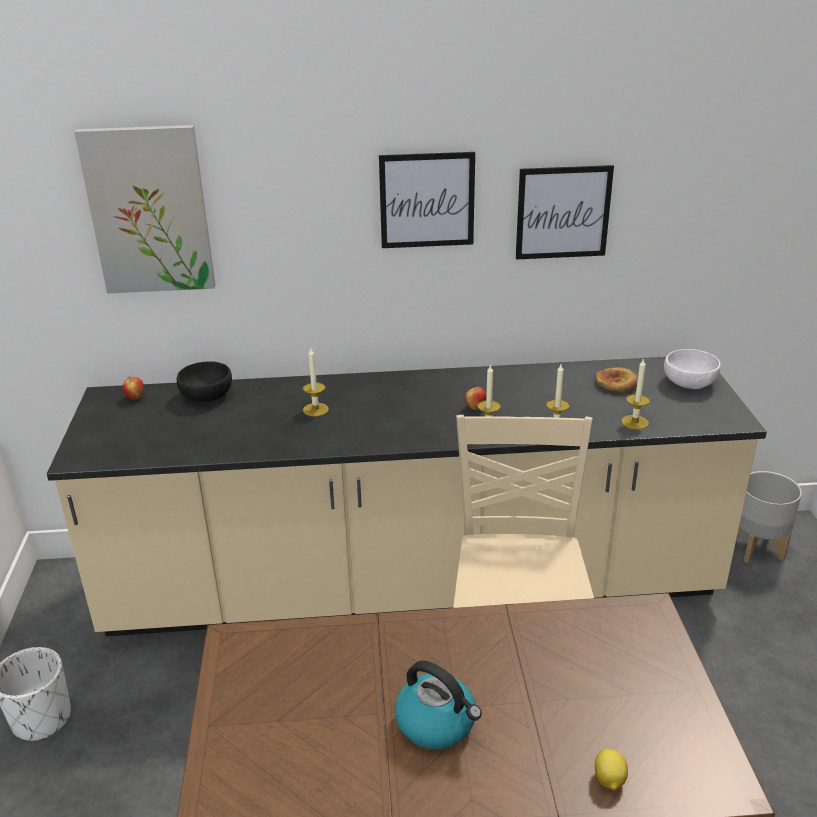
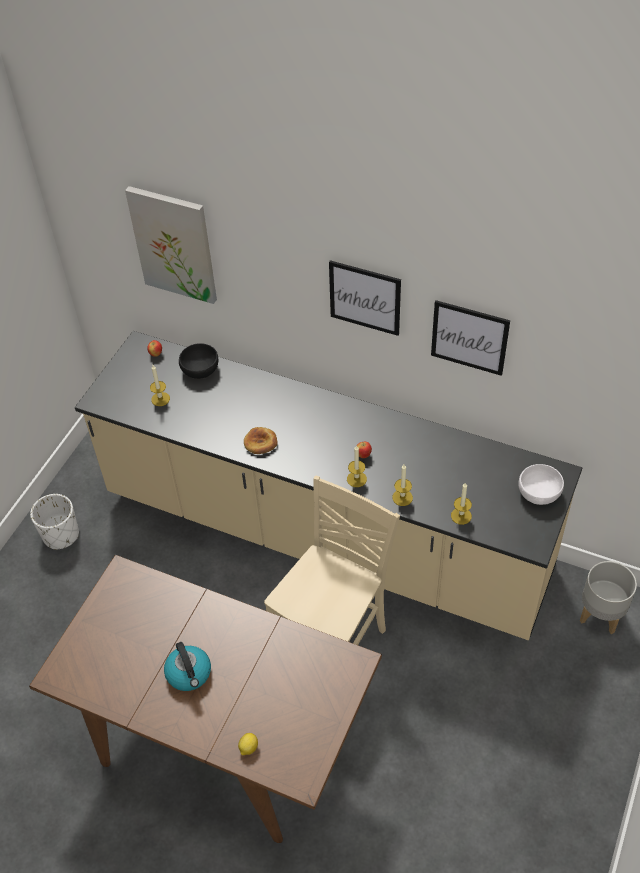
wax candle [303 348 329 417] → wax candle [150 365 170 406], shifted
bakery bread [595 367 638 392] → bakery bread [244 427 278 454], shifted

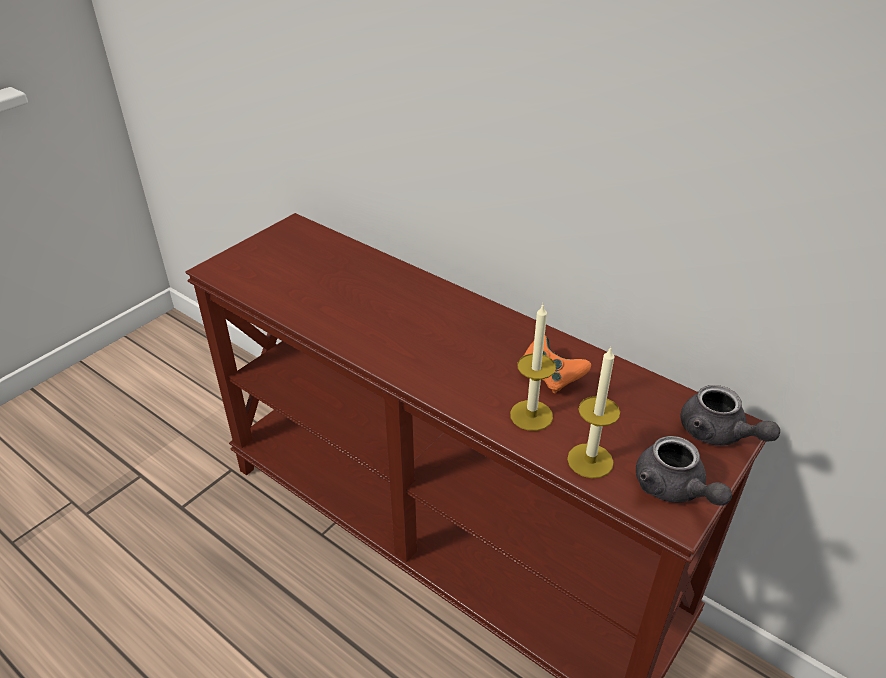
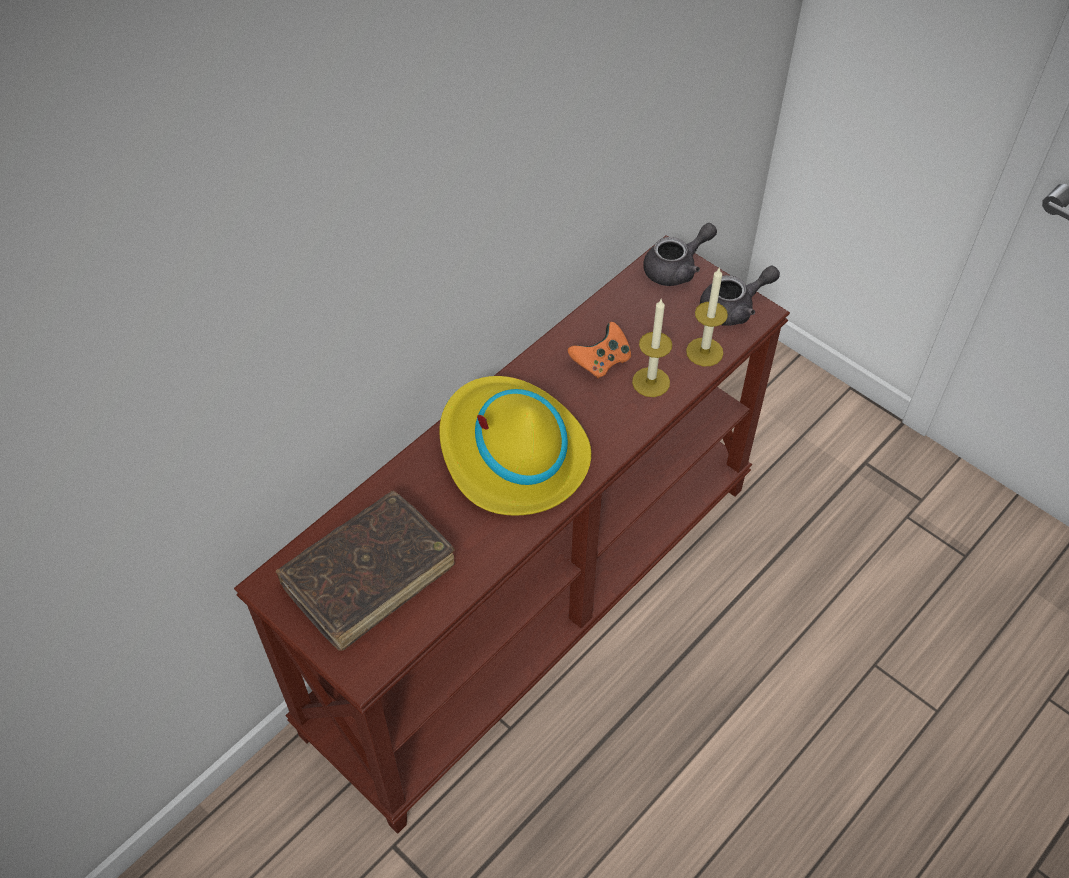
- → hat/yellowish [439 376 591 516]
- → book/brown [276 491 455 651]

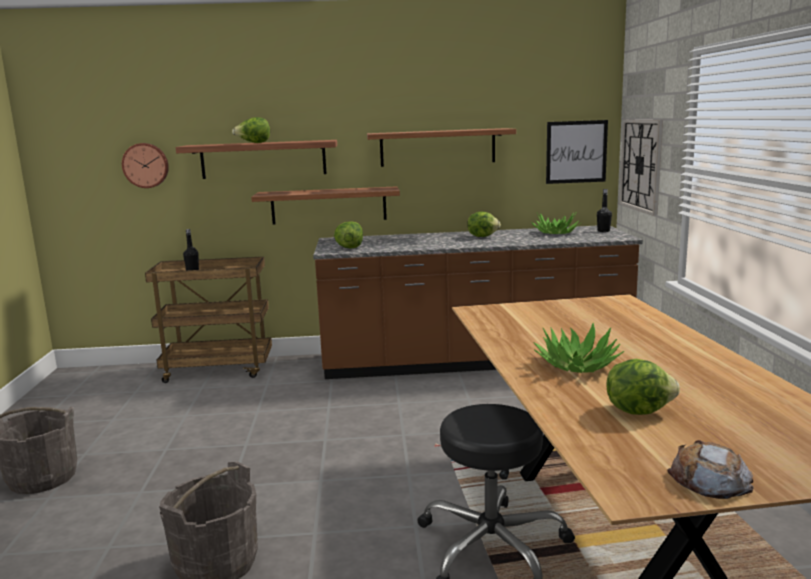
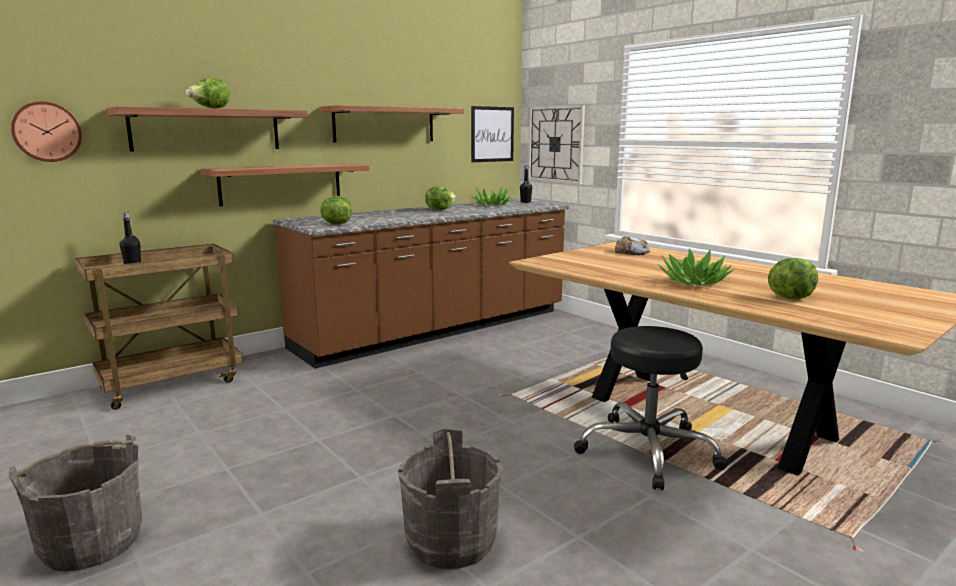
bakery bread [667 440 754 499] → bakery bread [615 236 650 255], shifted

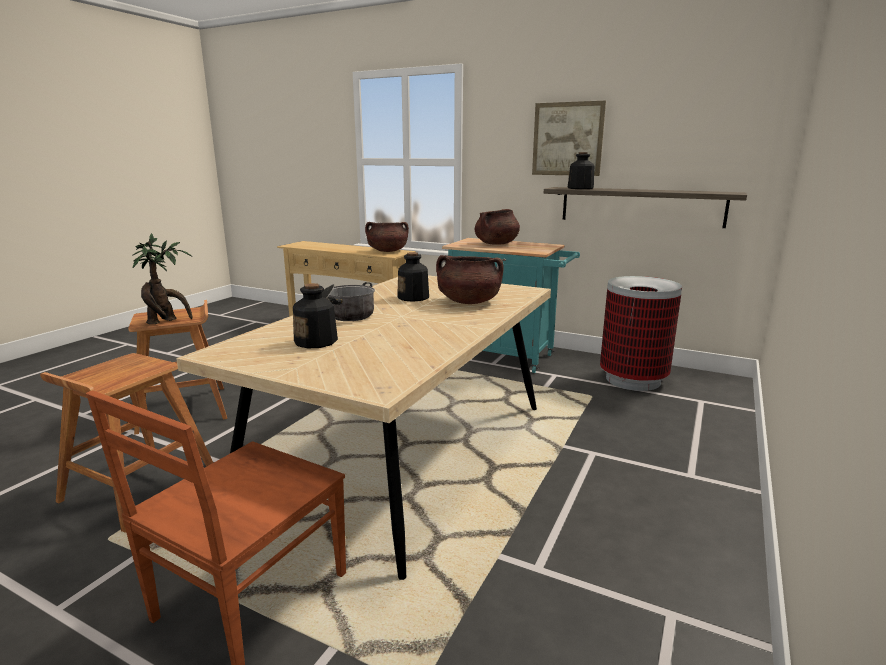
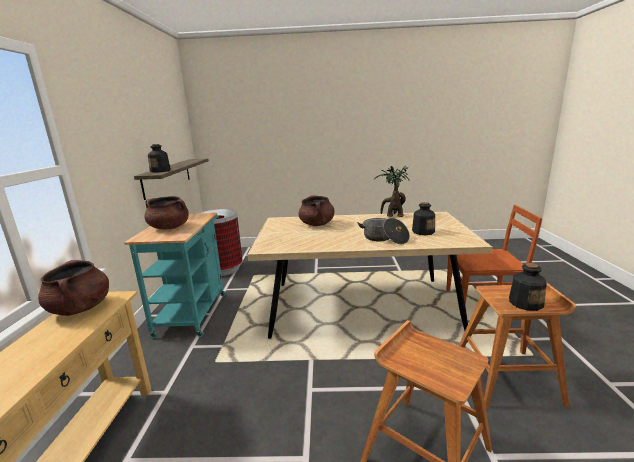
wall picture [532 101 606 176] → -
potted plant [132 233 193 324] → potted plant [375 166 410 217], shifted
beverage bottle [397 252 429 302] → beverage bottle [509 263 547 311], shifted

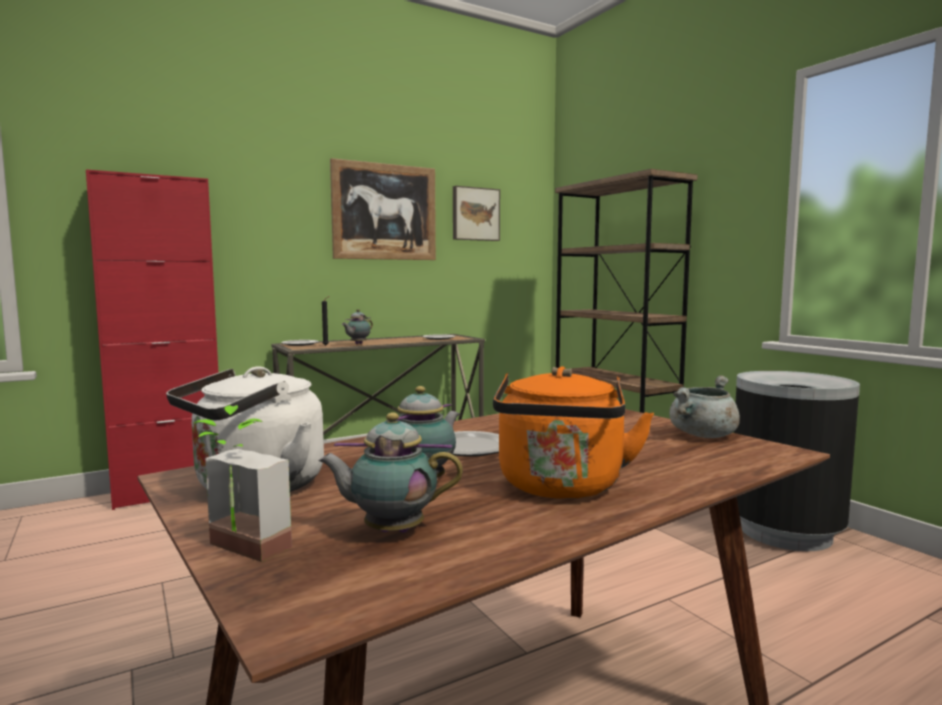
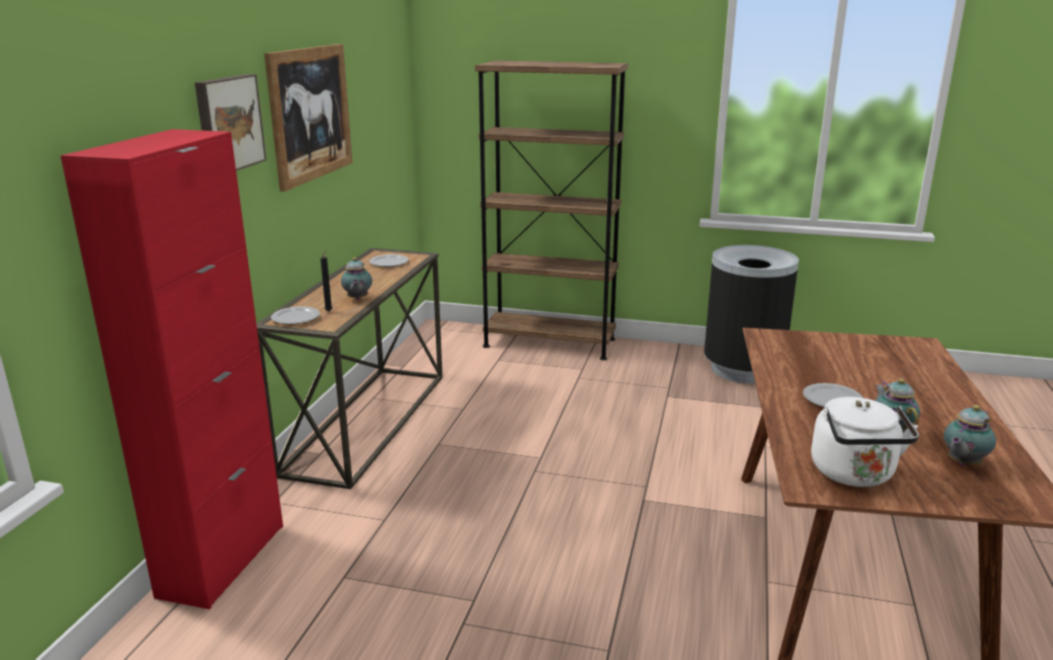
wall picture [453 186 500 241] → wall picture [195 74 266 171], shifted
water kettle/orange-coloured [493 366 654 499] → -
saucepot/grey [669 375 740 438] → -
potted plant [194 405 292 562] → -

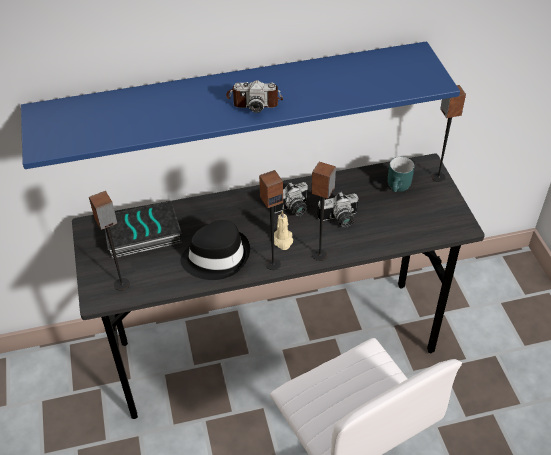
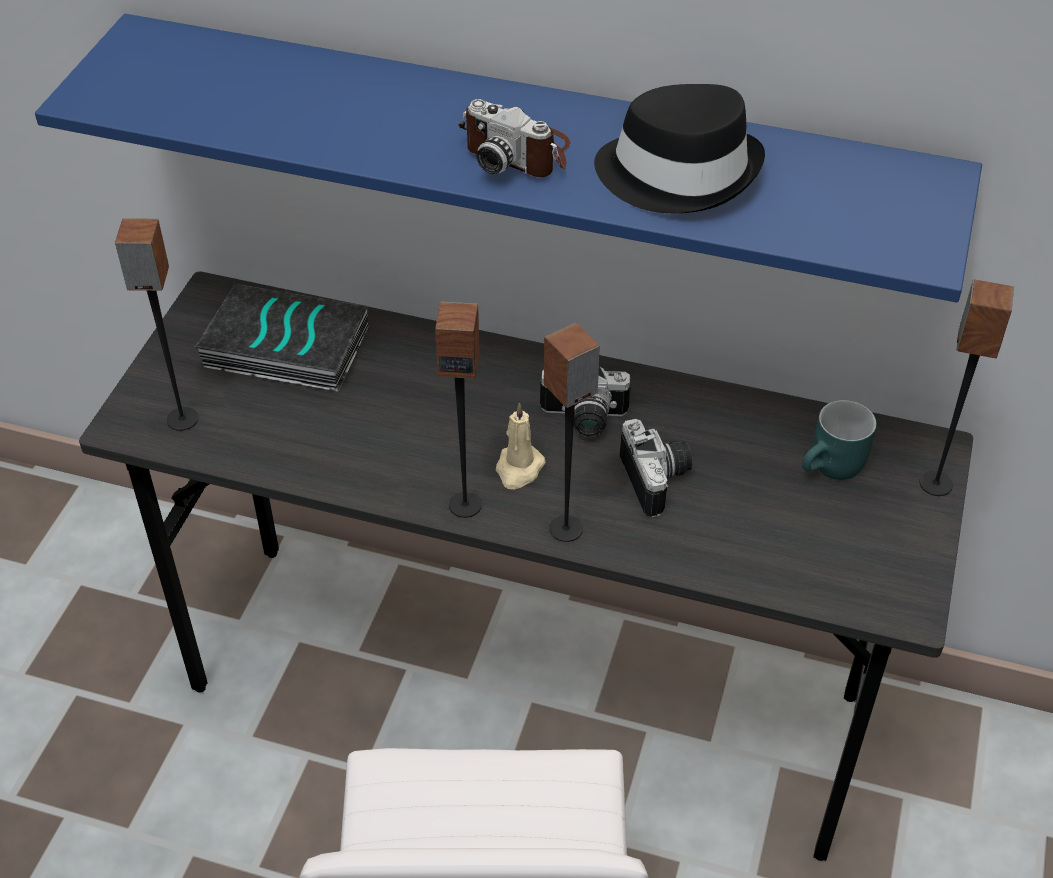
still camera [317 192 358 227] → still camera [620 419 692 518], 120 degrees counterclockwise
hat/black-coloured [180 220 250 280] → hat/black-coloured [594 84 765 213], shifted

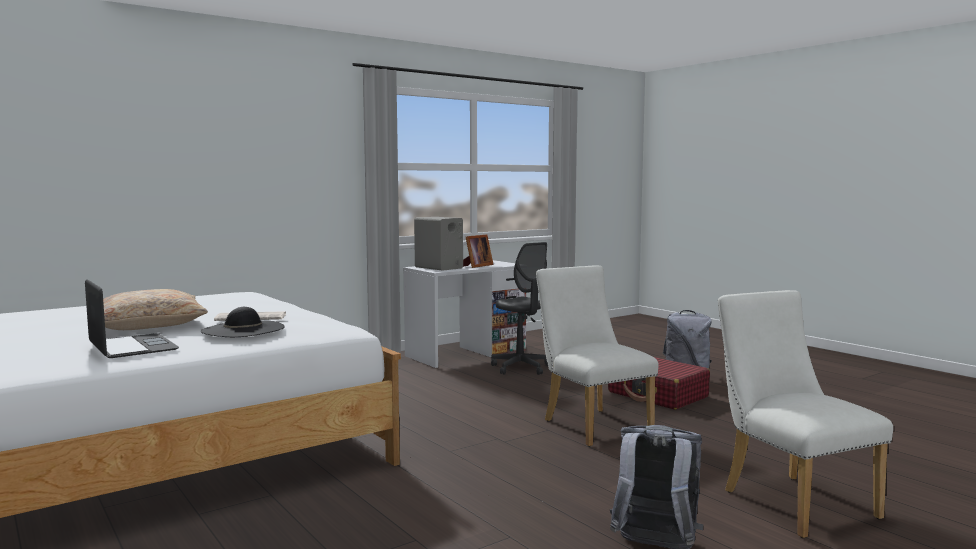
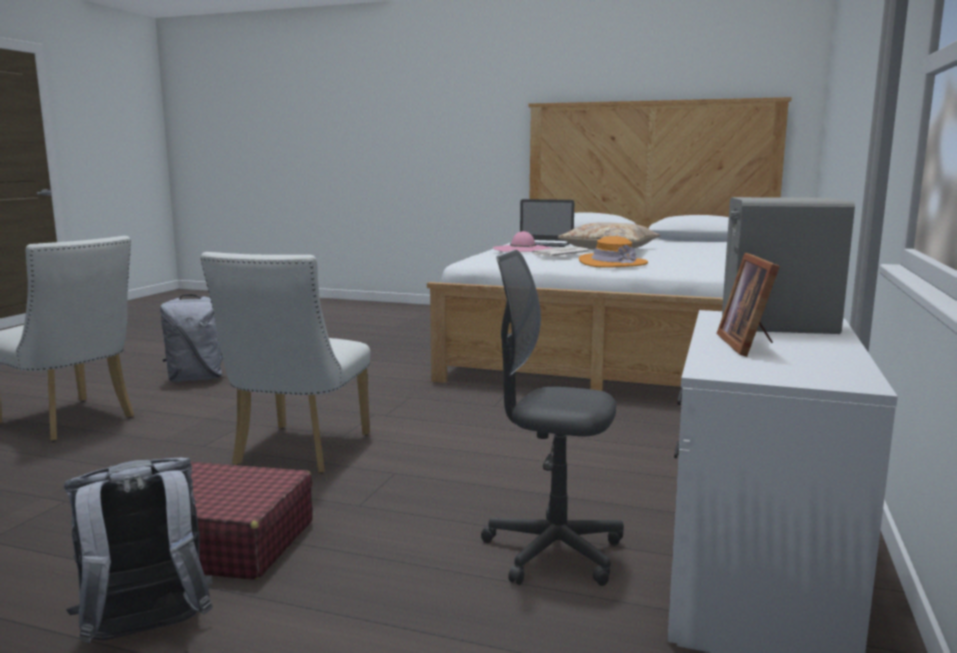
upright chair/white-coloured [536 266 659 447] → upright chair/white-coloured [201 252 370 473], 75 degrees clockwise
hat/black-coloured [201 307 284 337] → hat/pinkish [493 231 552 252]
- → hat/orange-coloured [579 236 648 268]

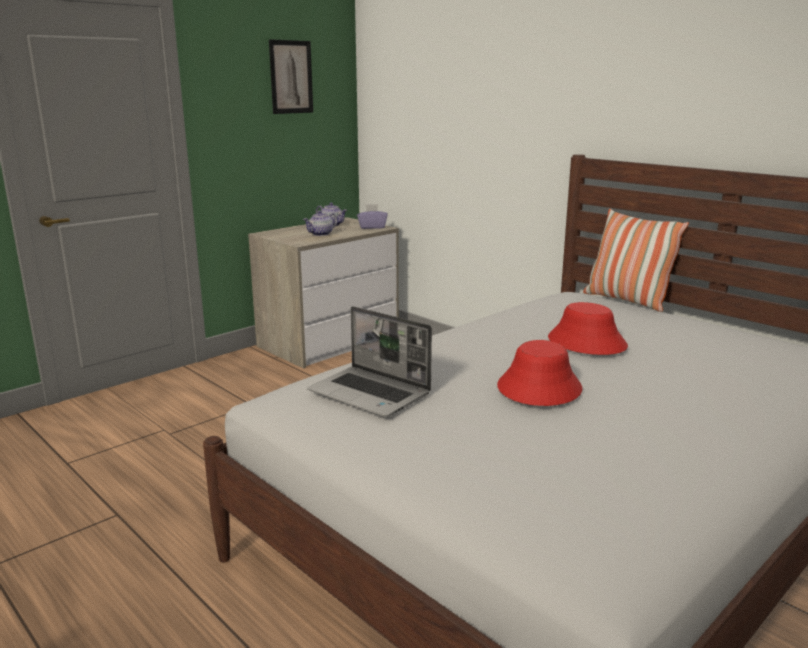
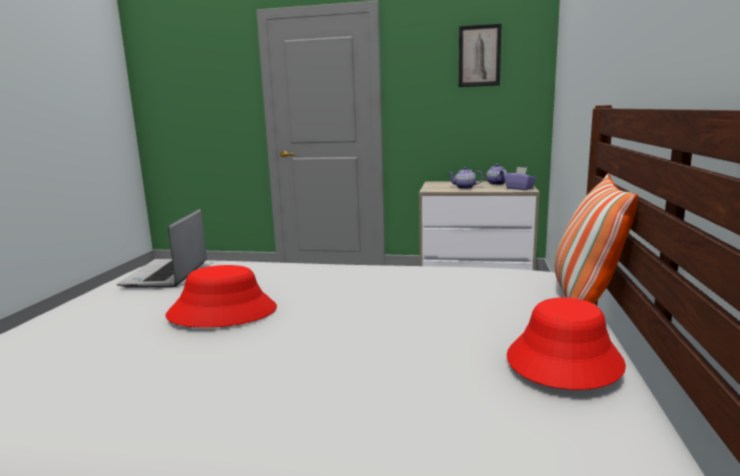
hat/red-coloured [548 302 628 355] → hat/red-coloured [507 298 626 390], shifted

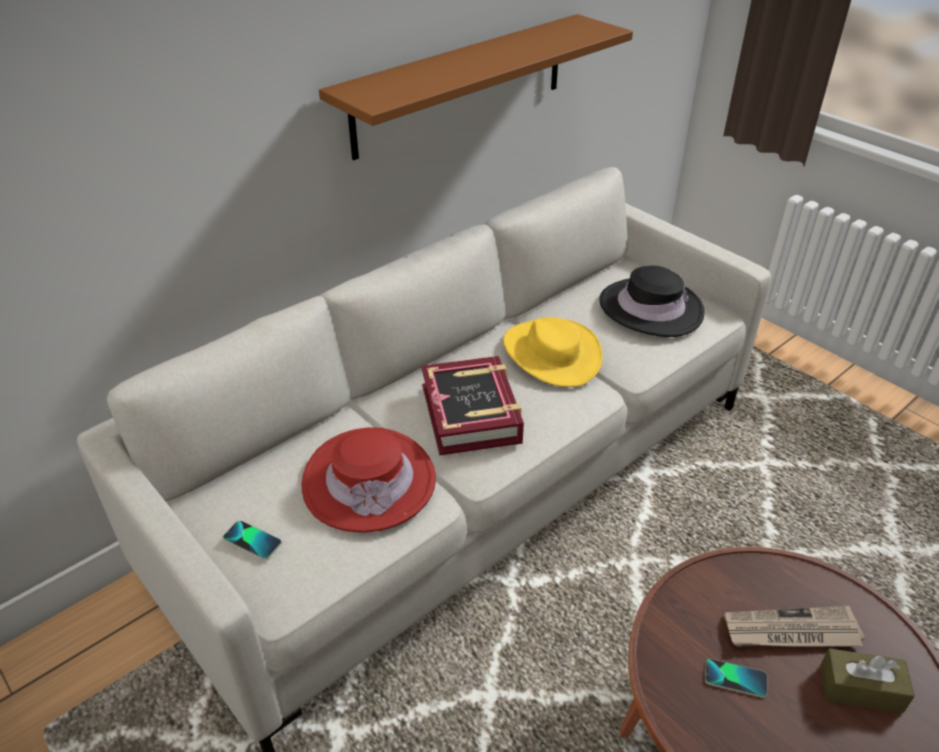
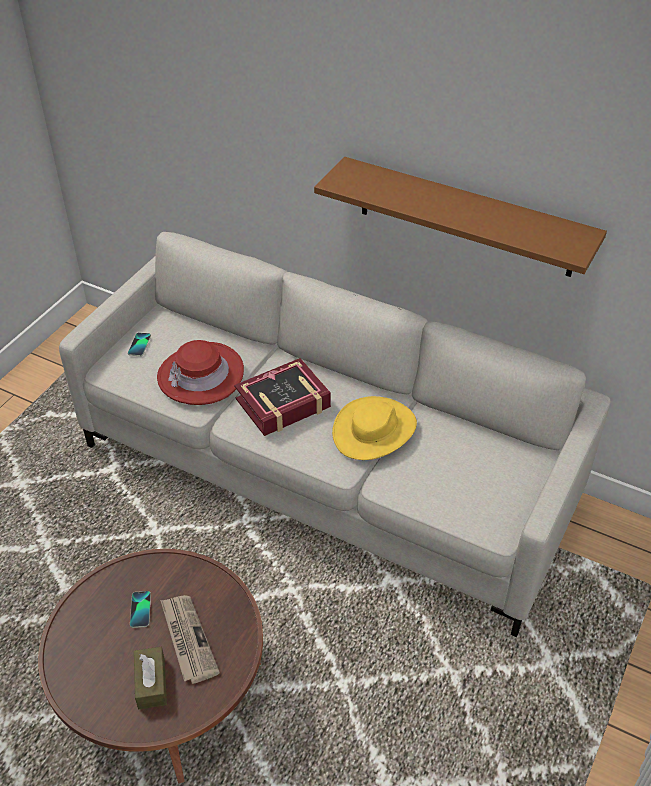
hat/black-coloured [599 266 705 337] → -

